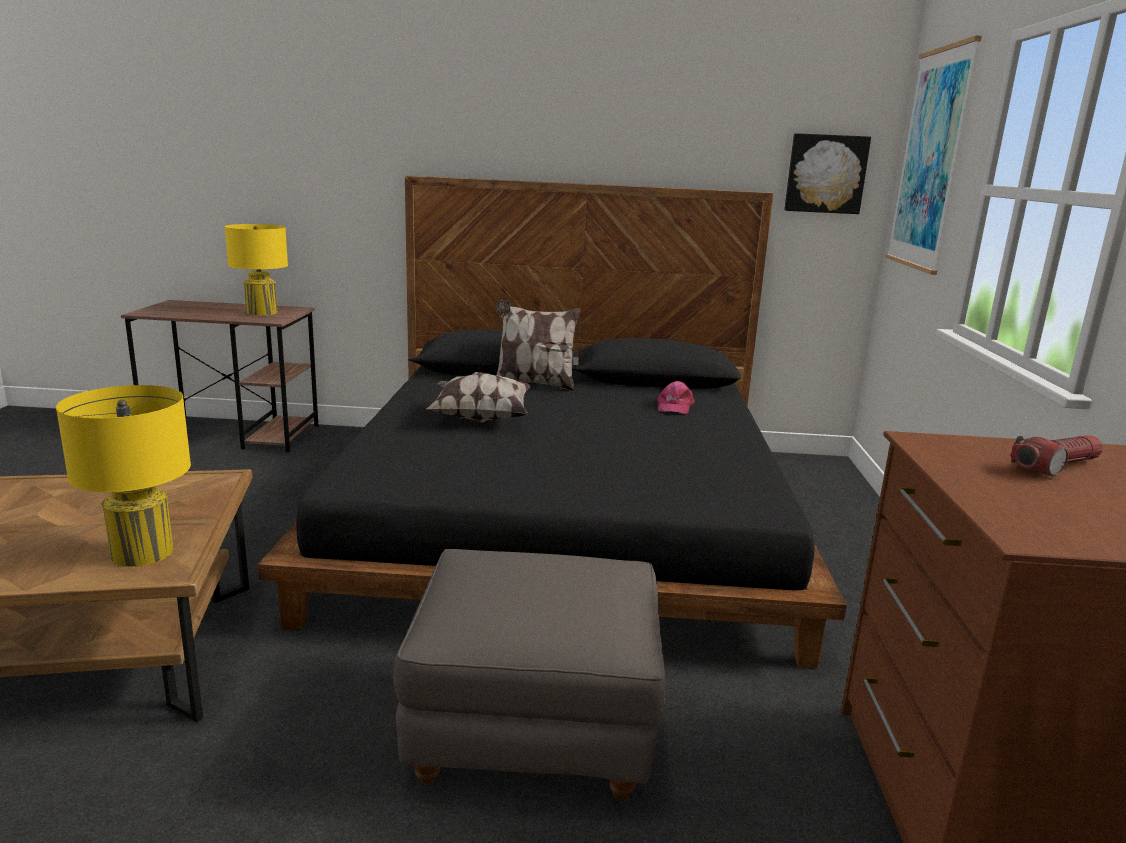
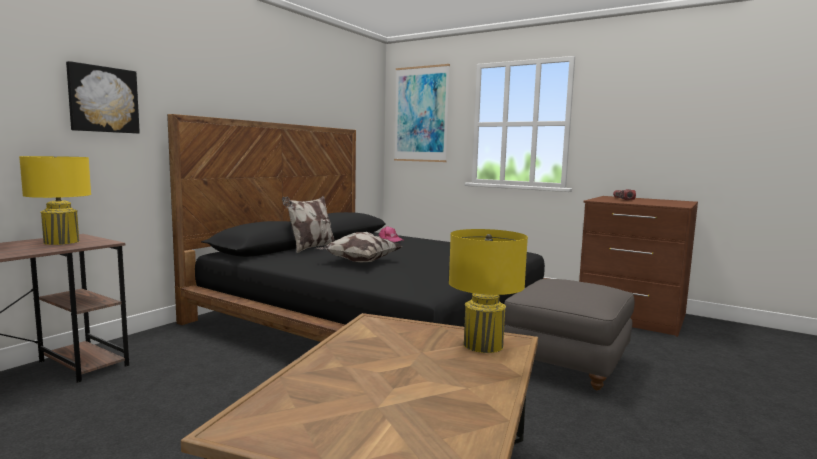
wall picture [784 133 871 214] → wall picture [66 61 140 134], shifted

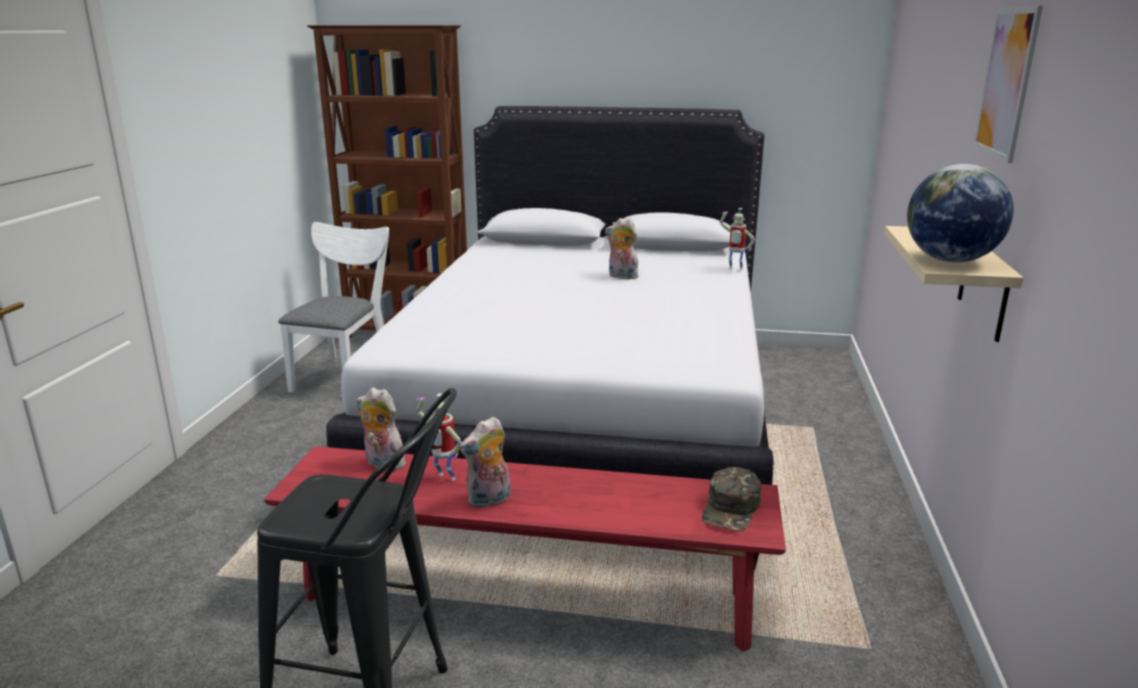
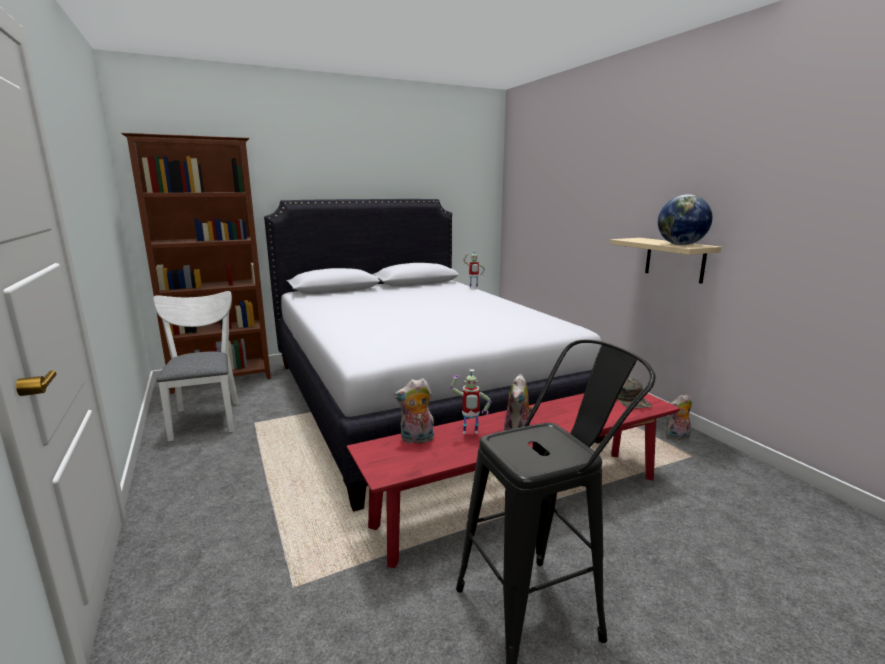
wall picture [973 6 1043 163] → -
plush toy [605 218 639 279] → plush toy [666 394 692 440], shifted

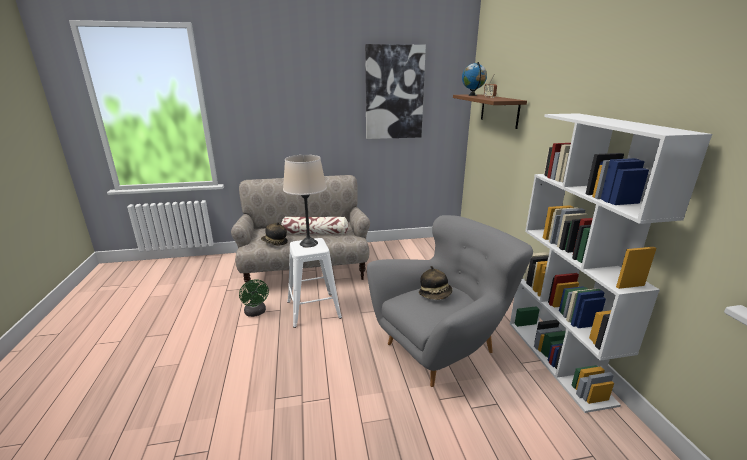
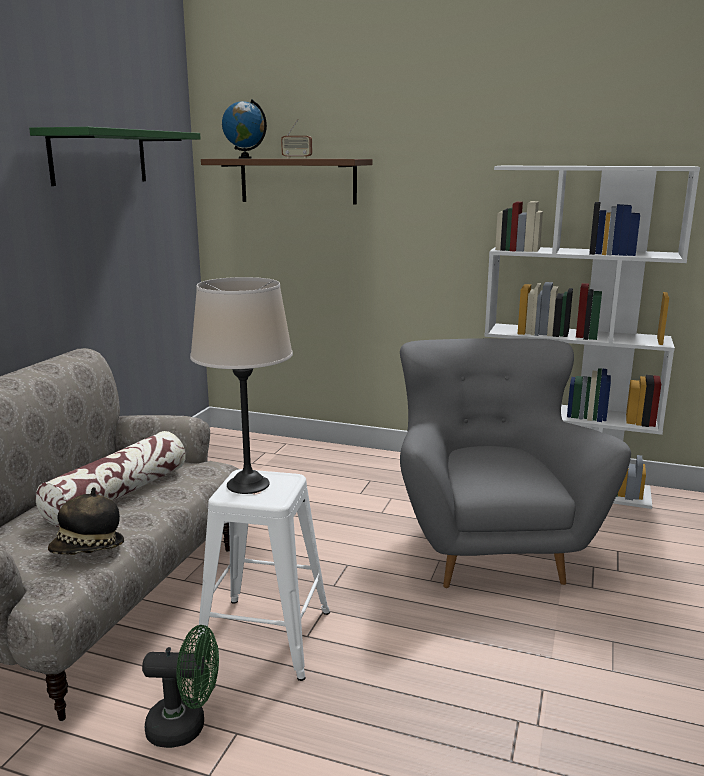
wall picture [365 44 426 139] → bracket shelf/greenish [29 127 201 186]
hat [419 266 452 300] → -

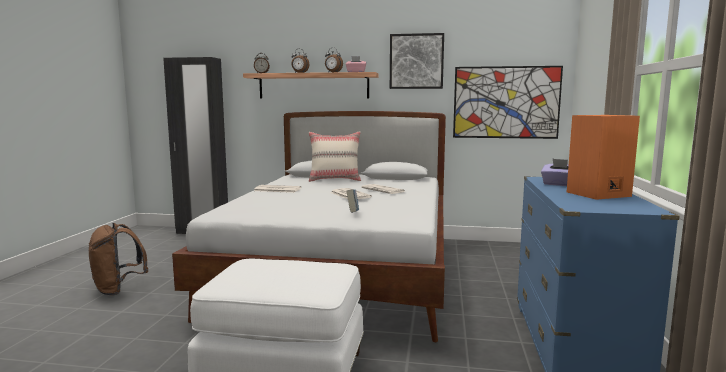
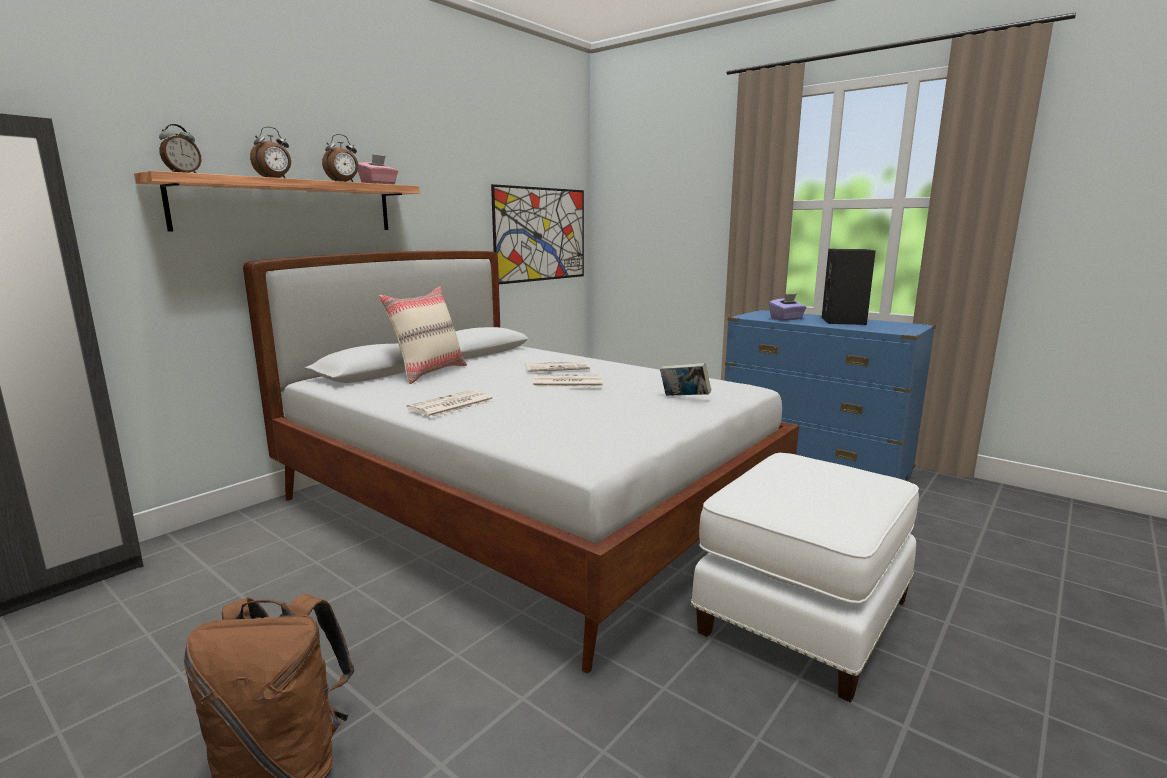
wall picture [390 33 444 89] → -
audio speaker/orange-coloured [567 115 640 200] → audio speaker/black-coloured [822 249 876 325]

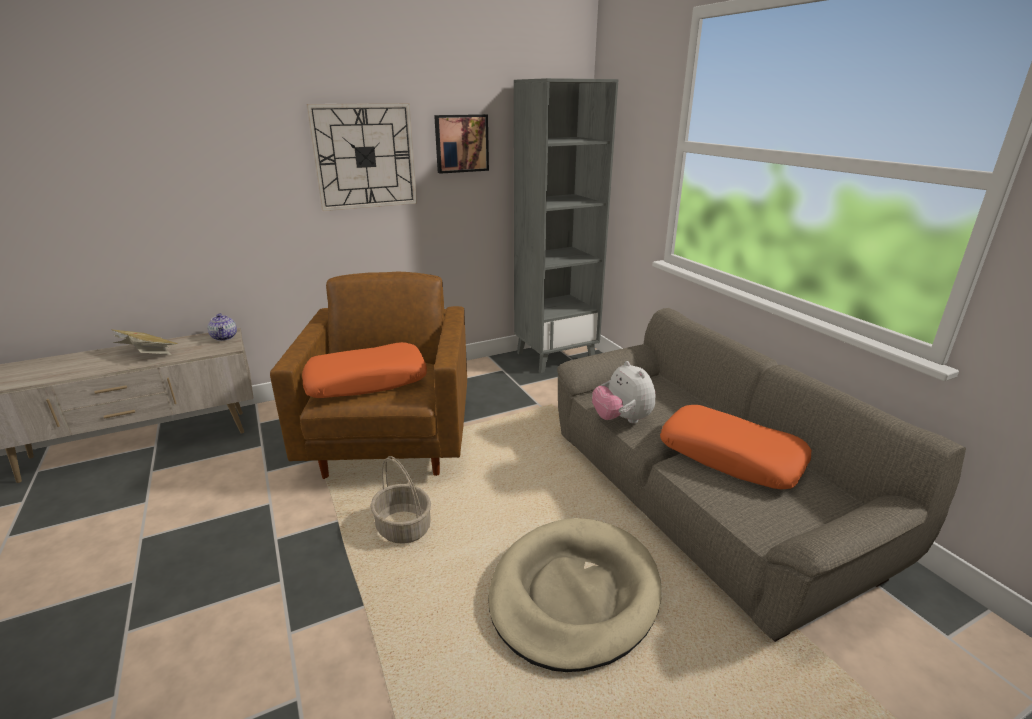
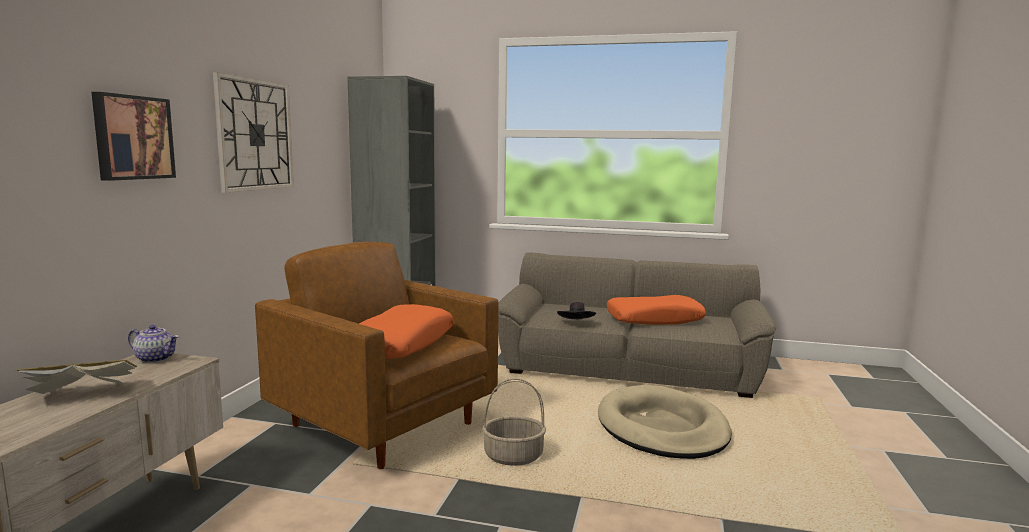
wall picture [434 114 489 174] → wall picture [91 92 176 181], shifted
plush toy [592 361 655 423] → hat/black-coloured [557 302 596 319]

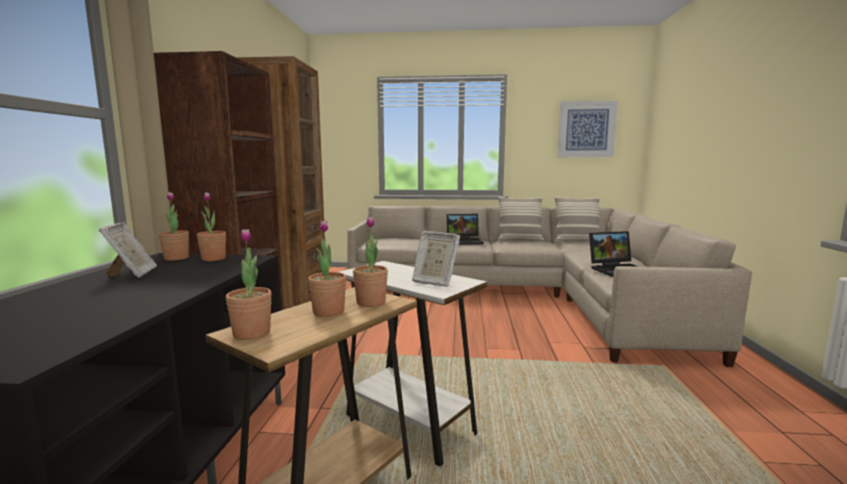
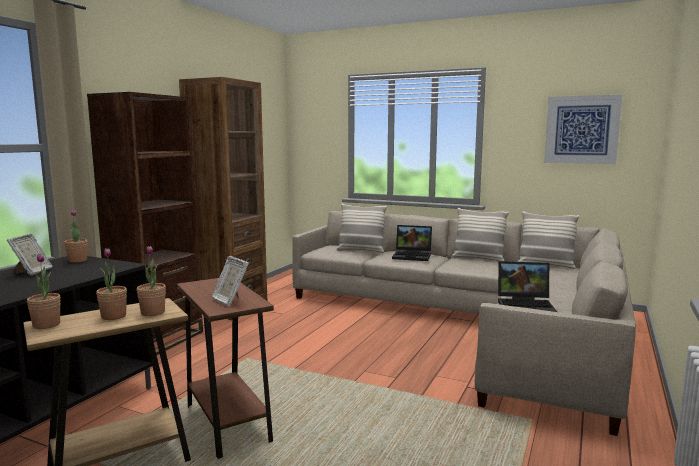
potted plant [197 192 226 261] → -
end table/white-coloured [340 261 487 467] → end table/brown [177 278 274 459]
- → pillow [336 203 387 253]

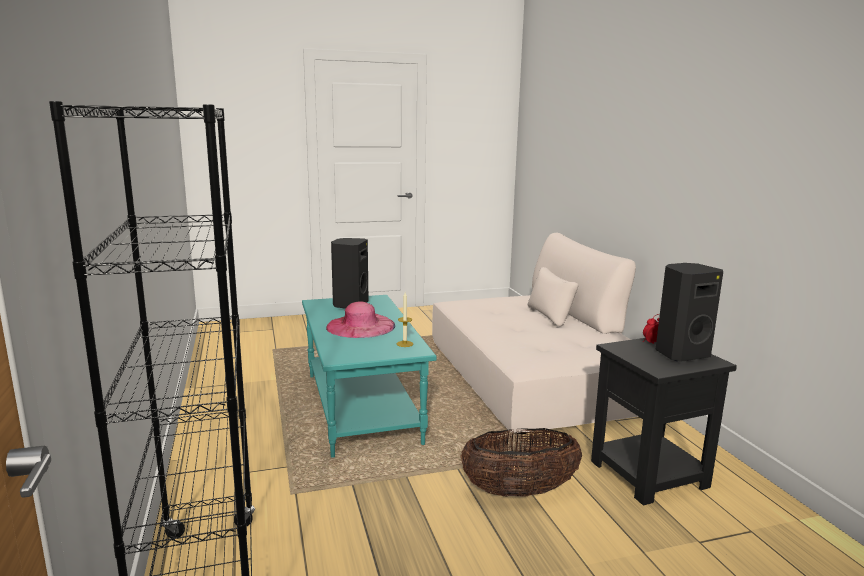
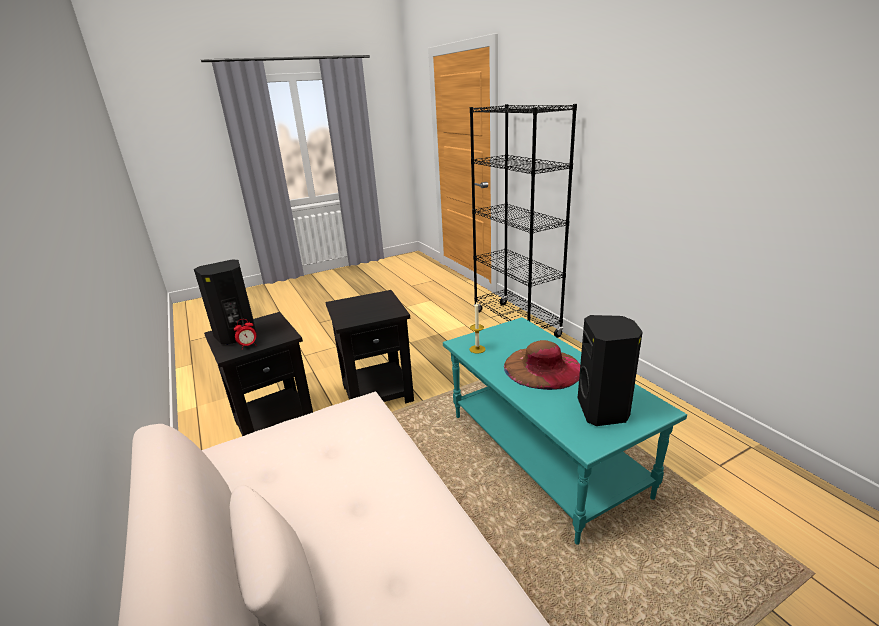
hat/pinkish [326 302 395 338] → hat/brown [504 340 580 390]
storage basket [460 428 582 497] → end table/black-coloured [326 290 414 403]

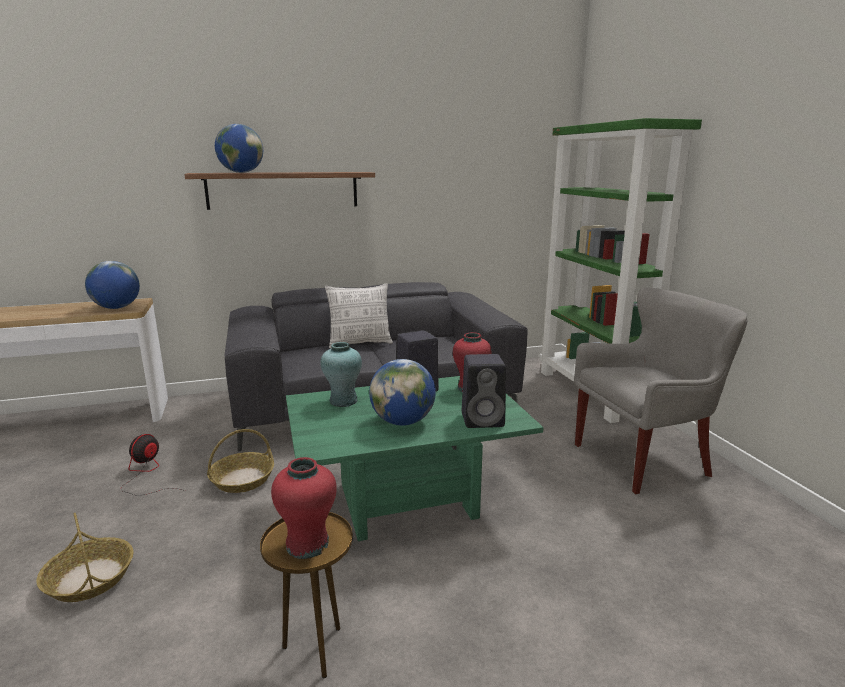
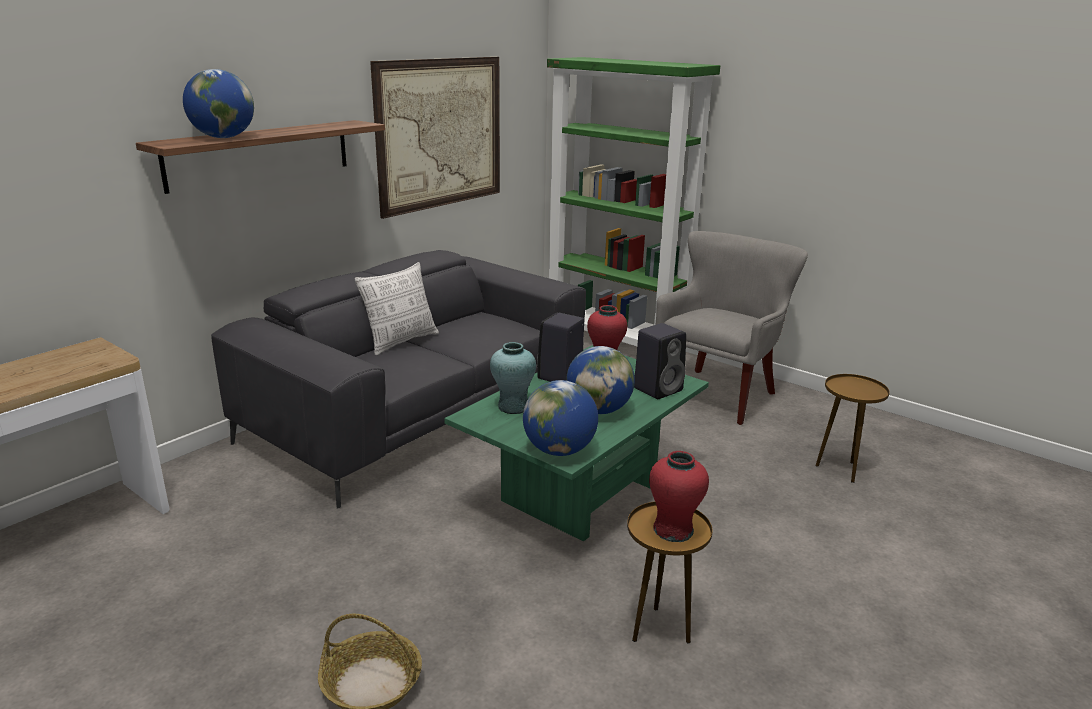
globe [85 261 140 309] → globe [523 380 598 456], shifted
storage basket [207 429 274 493] → -
cooling fan [121 434 185 495] → -
- → wall picture [370 57 500 219]
- → end table/brown [815 374 890 483]

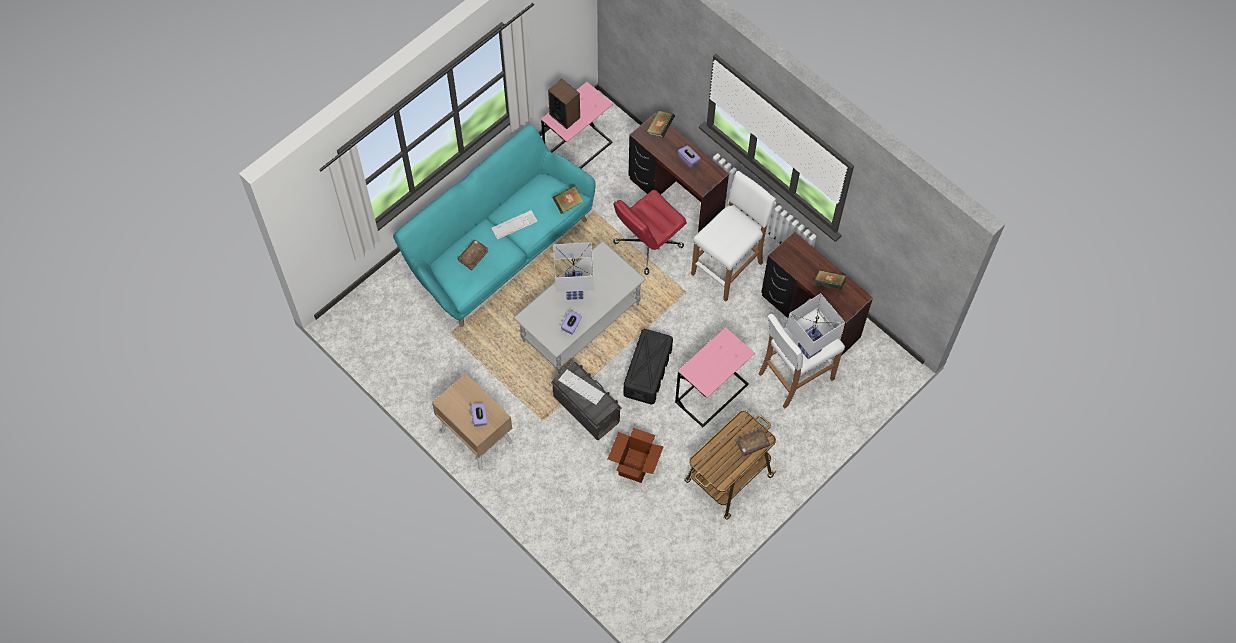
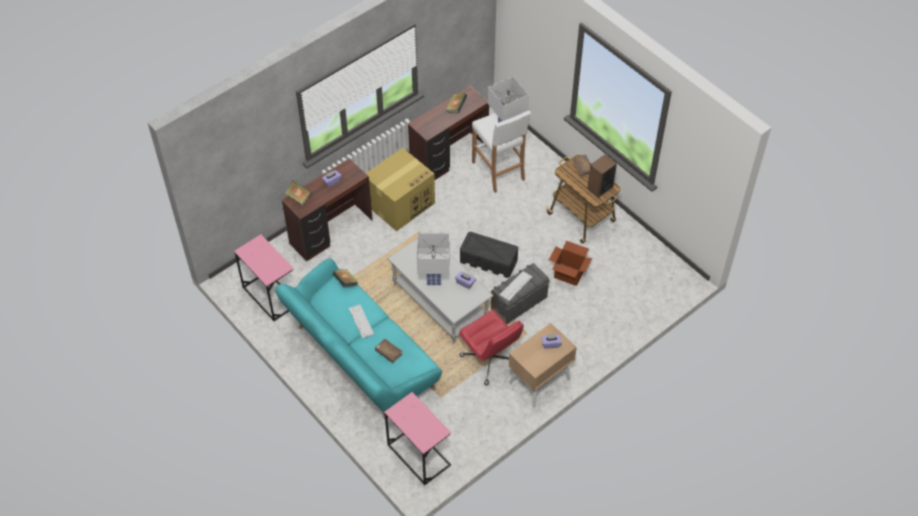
audio speaker [548 79 580 129] → audio speaker [587 154 617 198], shifted
stool/white-coloured [691 171 776 302] → packing box [366 148 435 231]
desk chair/red-coloured [613 190 687 275] → desk chair/red-coloured [459 310 524 385], shifted
end table/pinkish [675 327 755 427] → end table/pinkish [384 392 451 485], shifted

